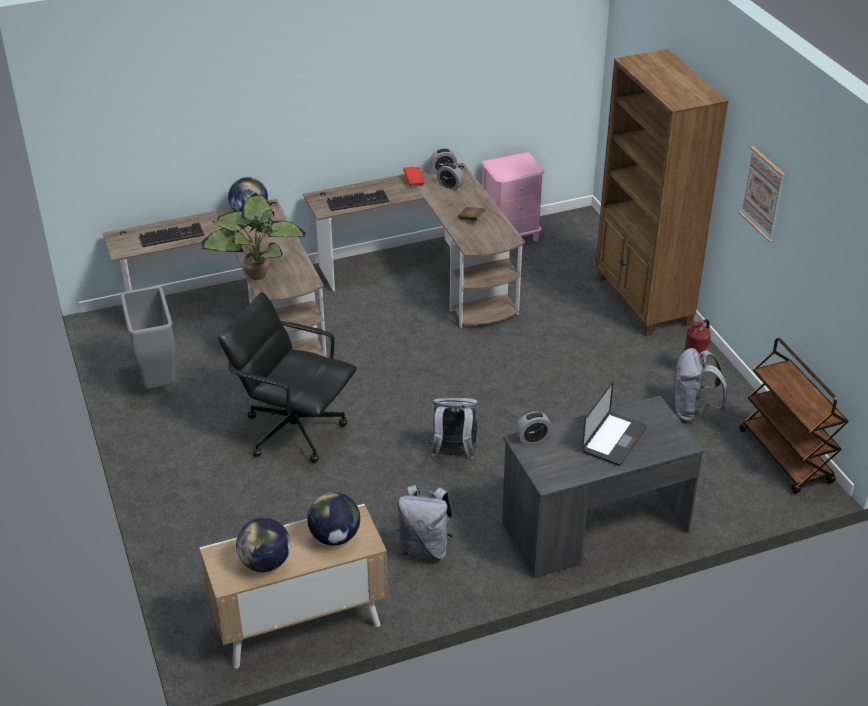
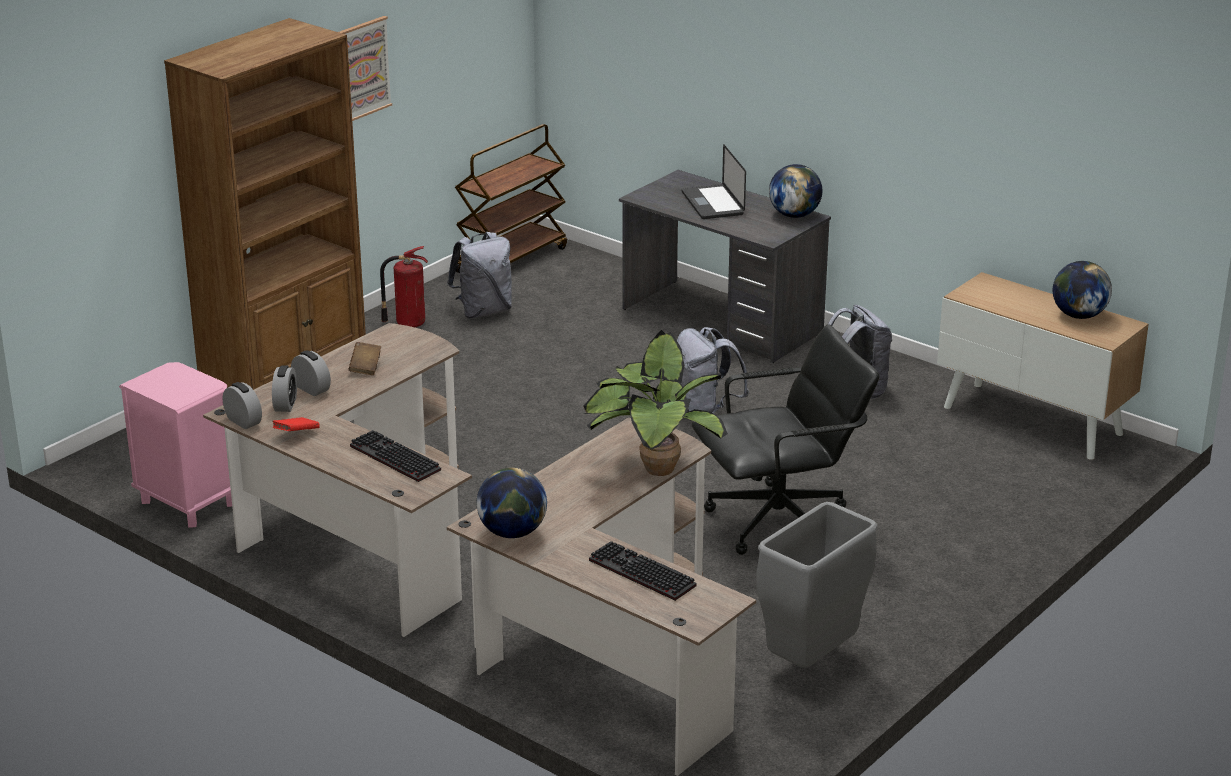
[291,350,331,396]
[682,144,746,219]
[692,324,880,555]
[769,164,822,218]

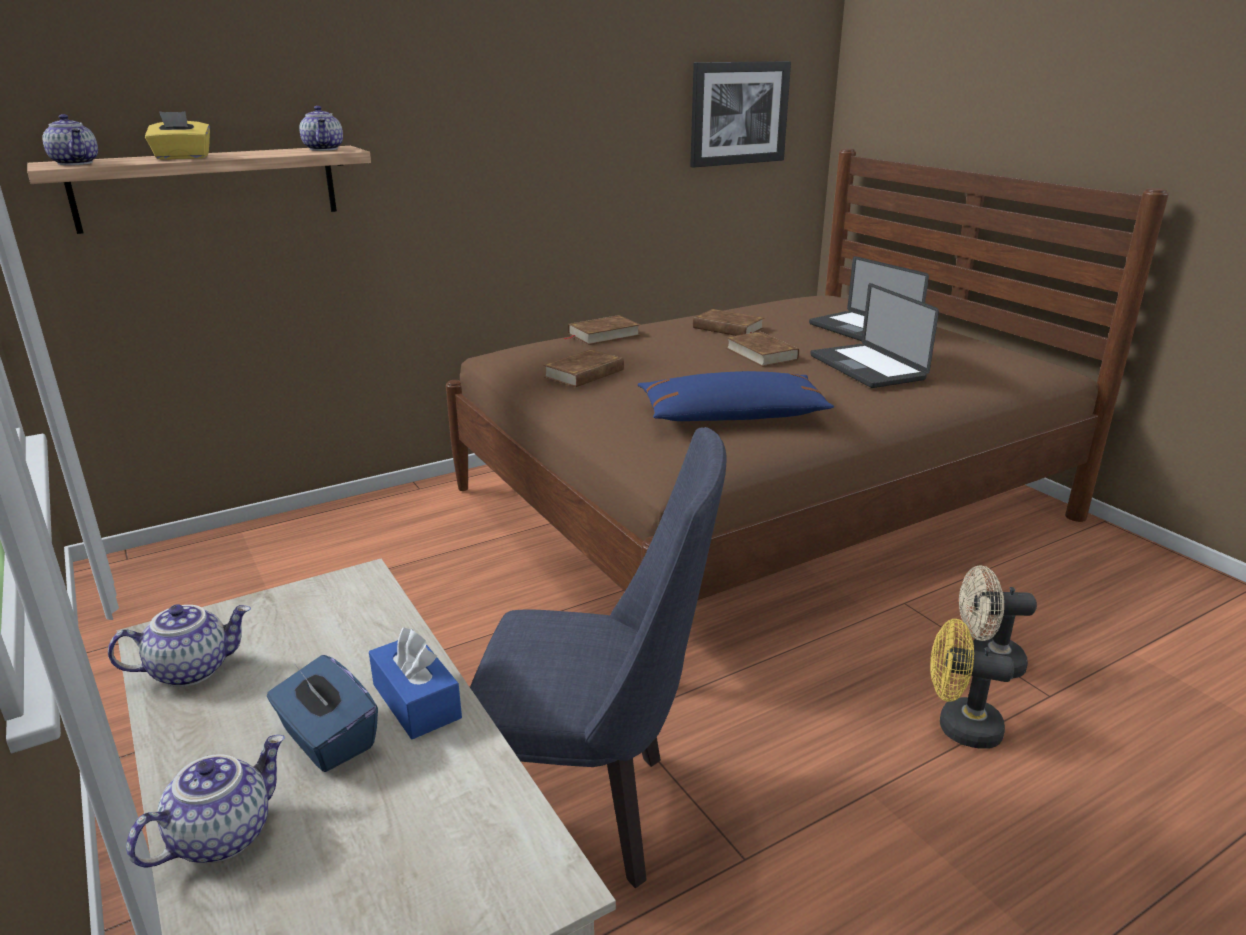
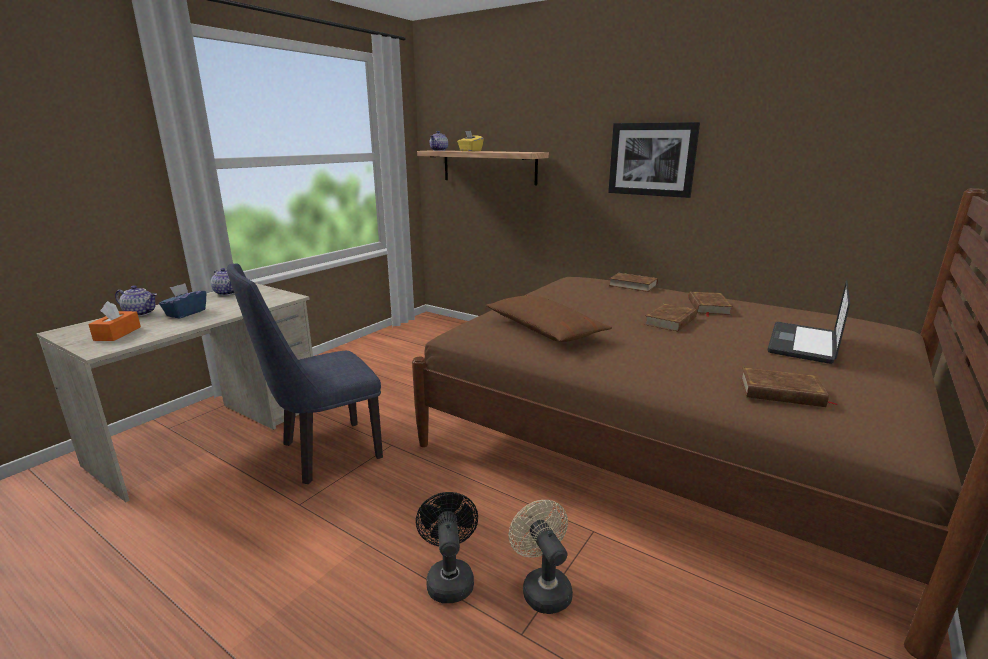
[88,301,141,341]
[227,263,383,484]
[416,492,478,603]
[486,295,612,342]
[608,122,700,198]
[740,367,838,407]
[299,106,343,151] (first image)
[369,627,462,739] (first image)
[810,283,939,388] (first image)

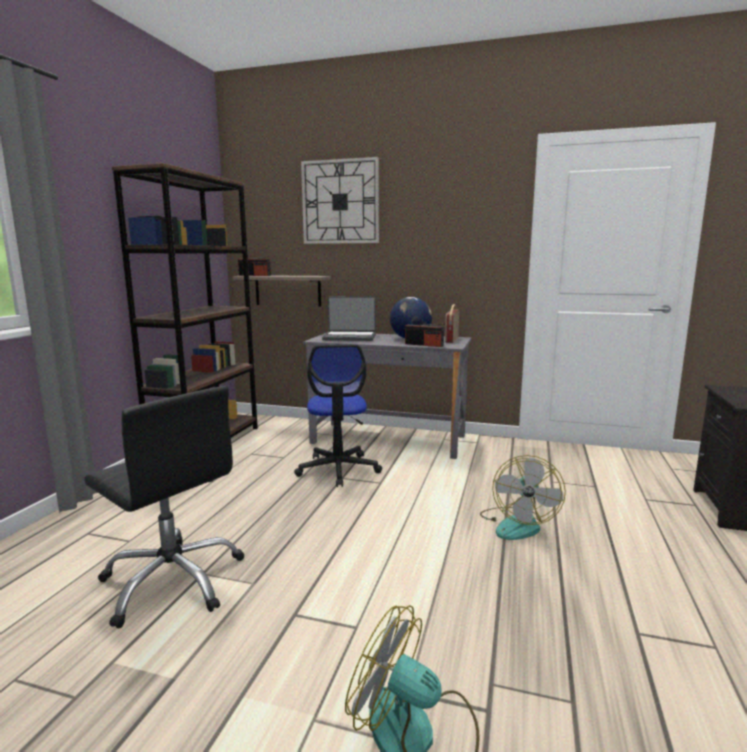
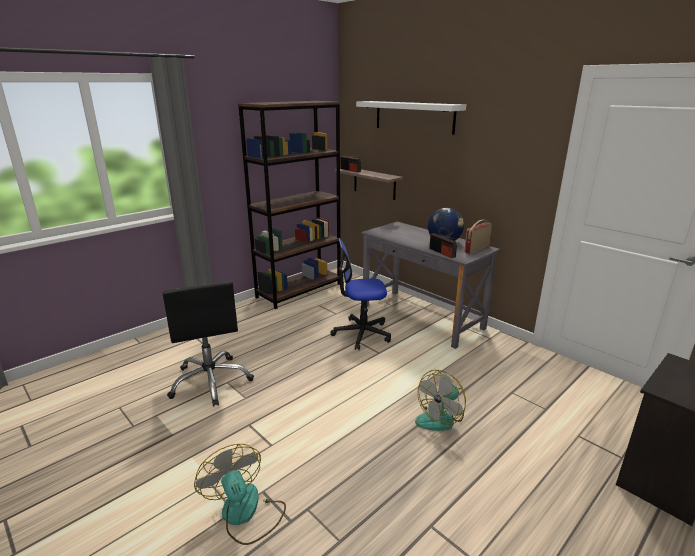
[330,238,391,350]
[356,101,466,135]
[322,296,376,341] (first image)

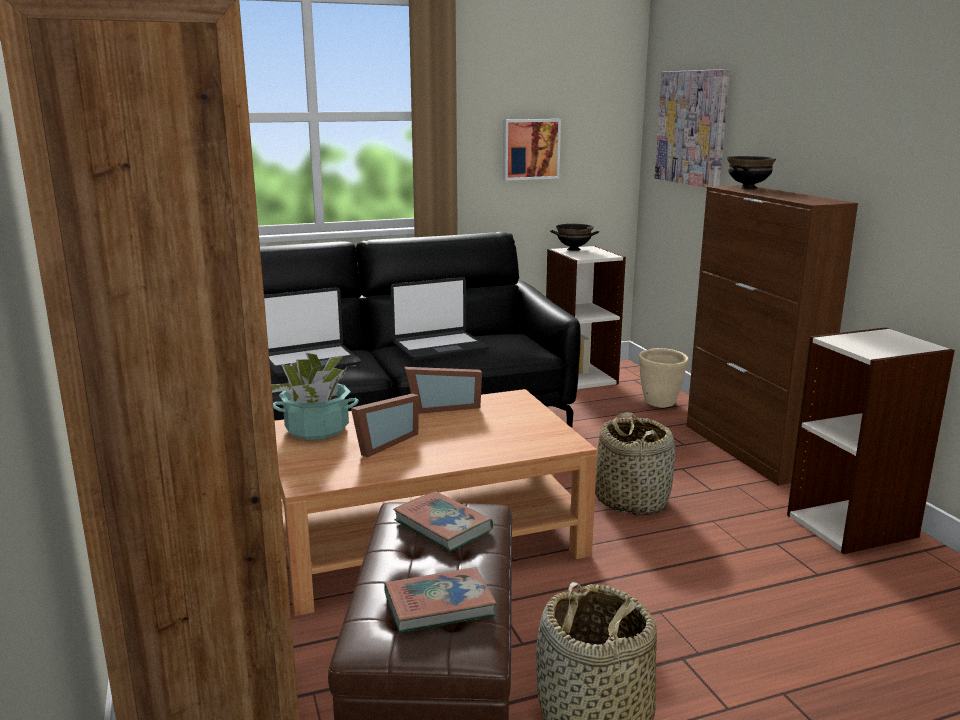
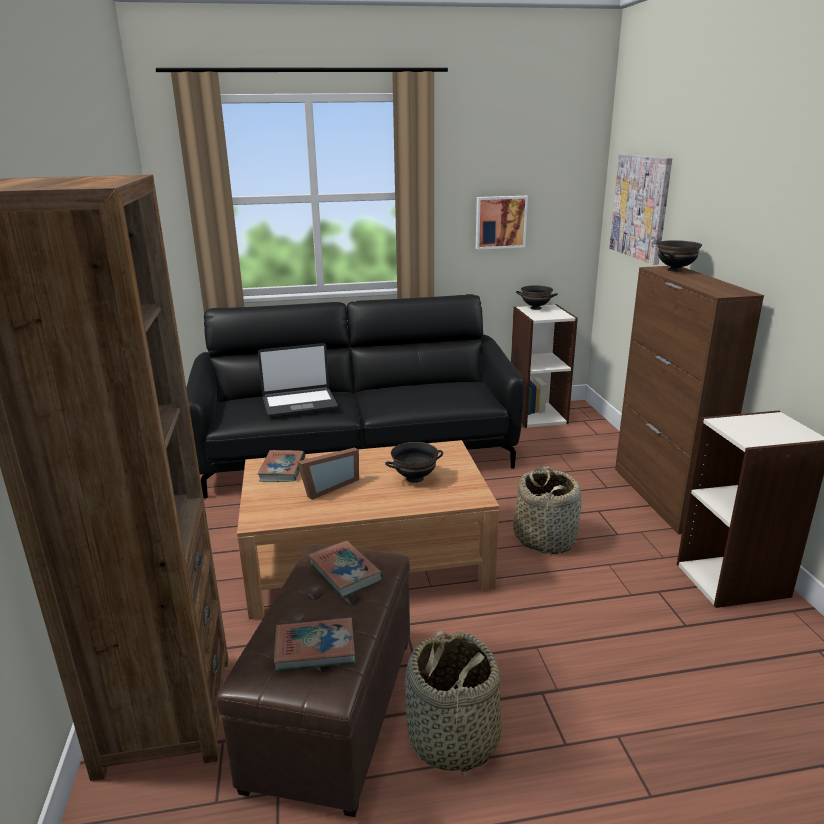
[258,450,305,482]
[385,442,443,483]
[391,277,489,360] (first image)
[404,367,482,414] (first image)
[639,348,689,408] (first image)

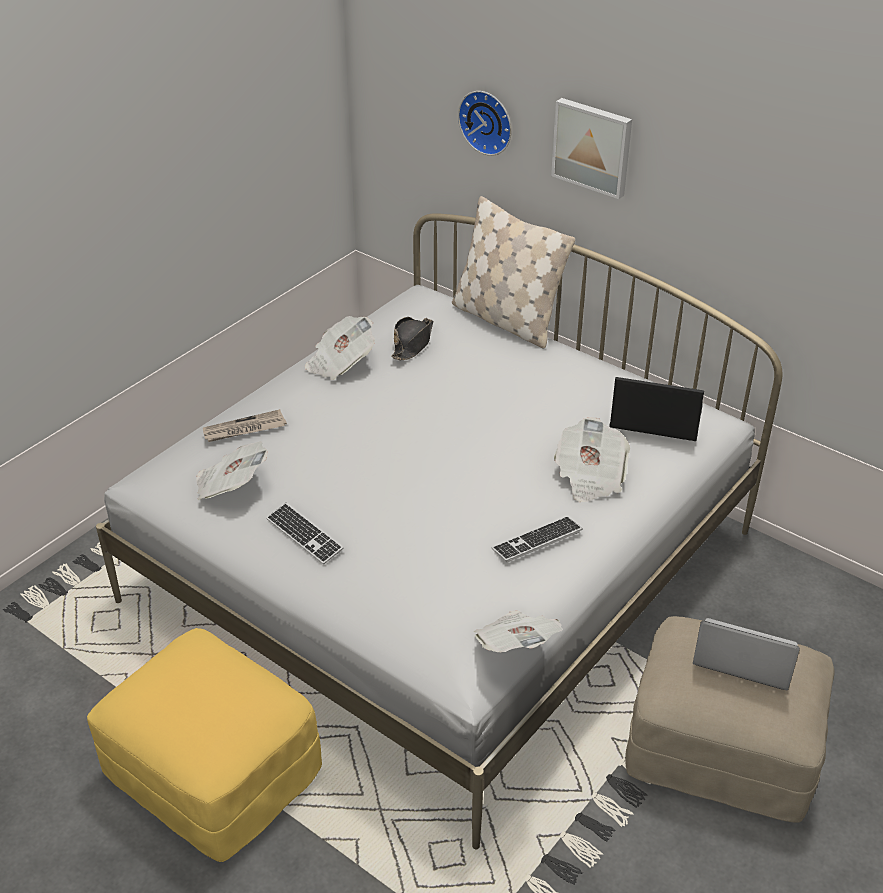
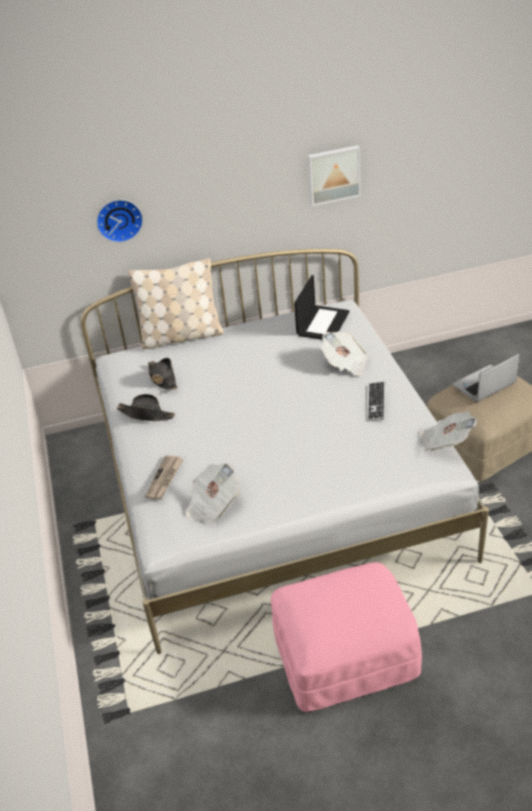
[117,394,175,421]
[271,562,422,712]
[294,275,350,340]
[308,145,361,206]
[266,503,344,565] (first image)

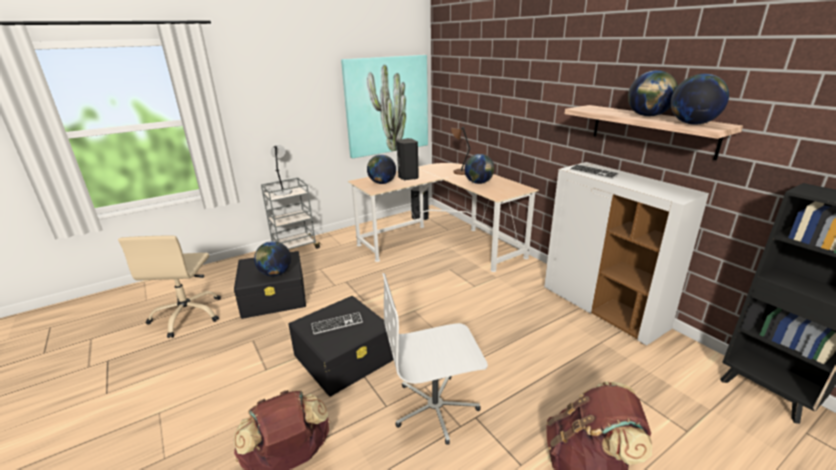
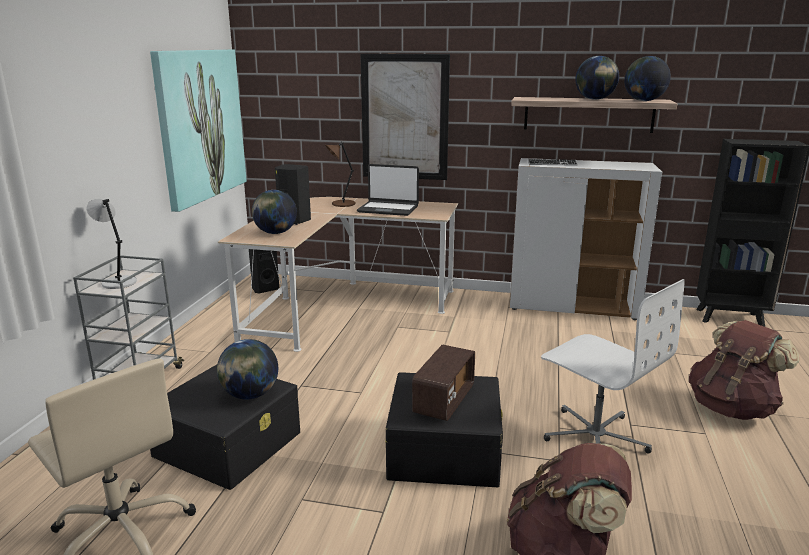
[357,164,419,216]
[360,54,450,180]
[412,344,475,421]
[541,279,685,453]

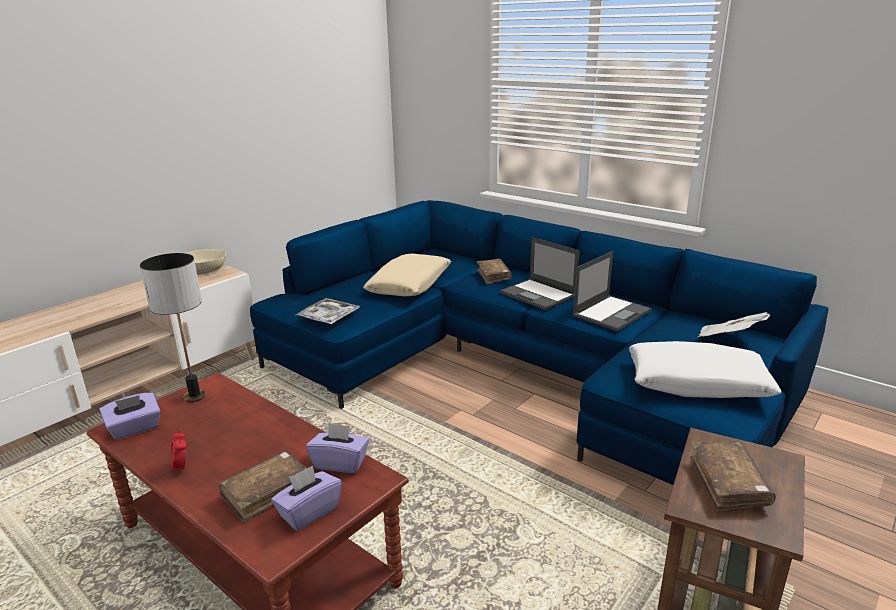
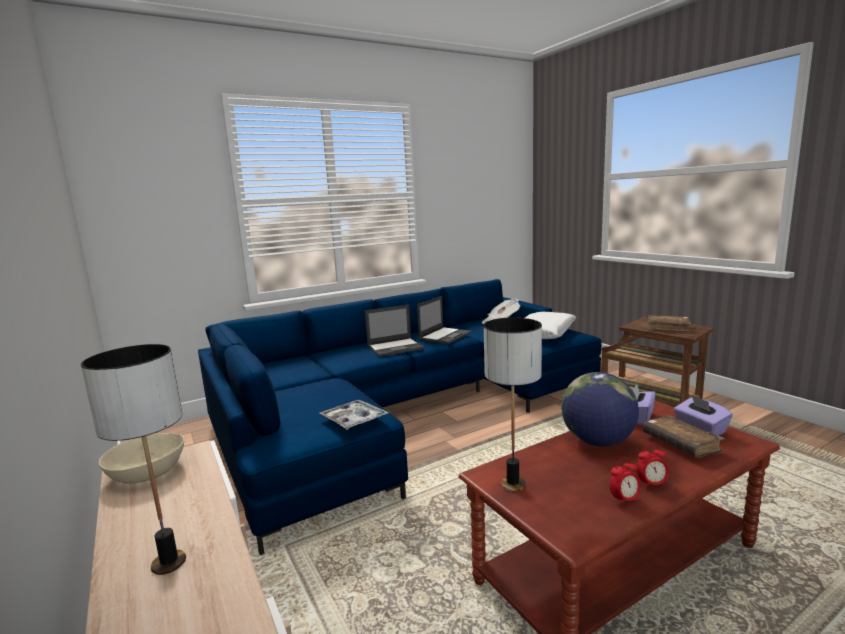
[81,344,186,575]
[417,296,471,344]
[561,372,639,447]
[610,457,641,506]
[100,393,160,440] (first image)
[363,254,451,296] (first image)
[477,259,512,284] (first image)

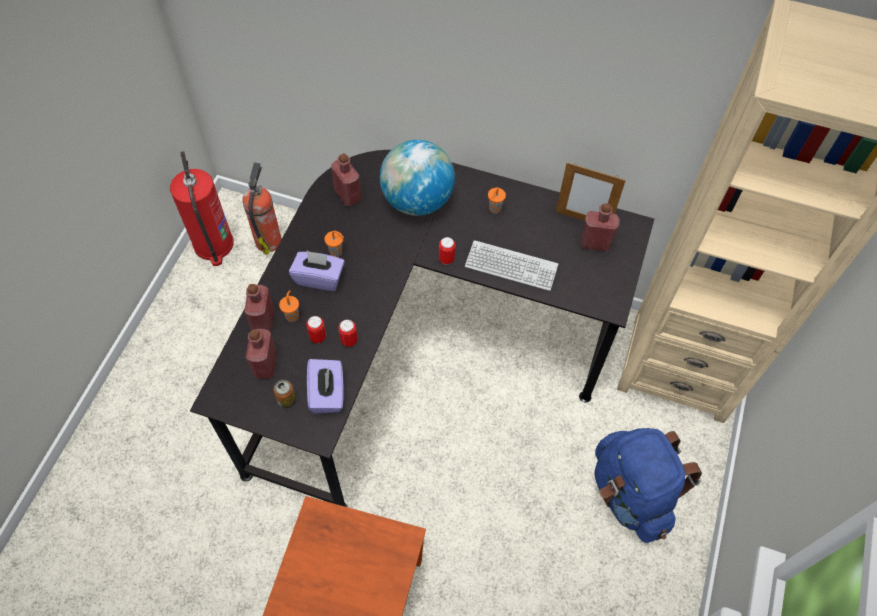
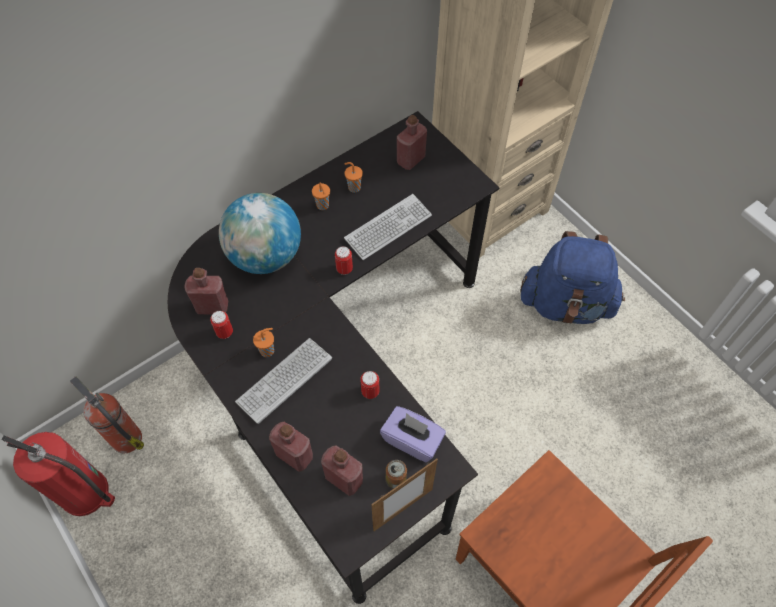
[210,311,233,339]
[235,338,332,424]
[345,162,363,193]
[371,459,438,531]

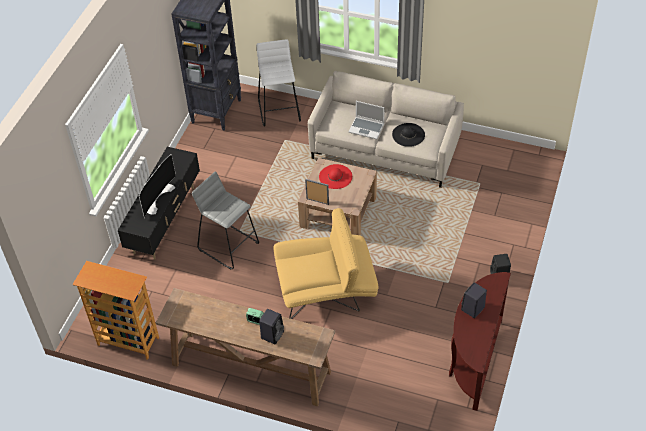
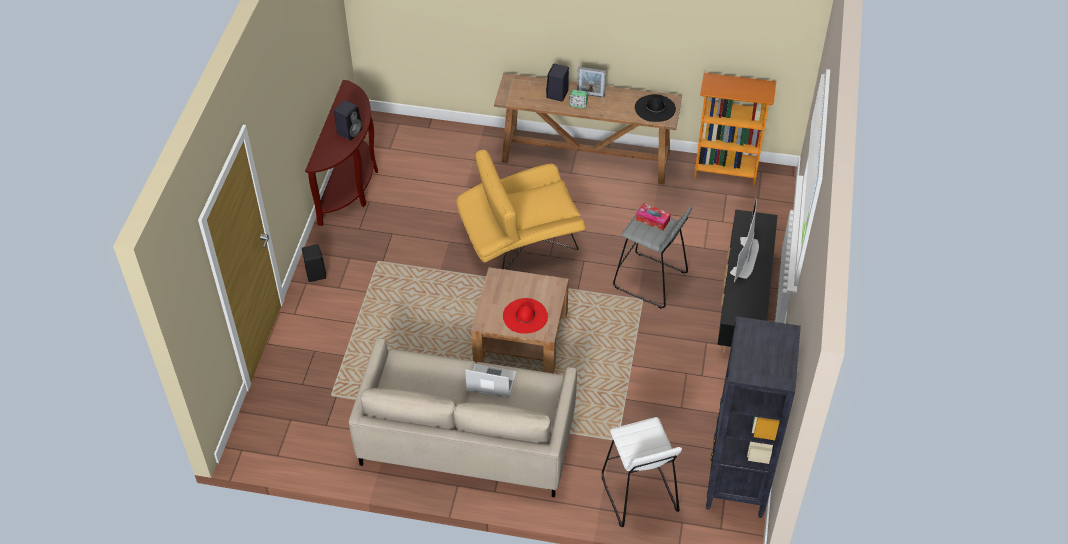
[577,67,606,98]
[635,94,676,122]
[636,203,671,231]

